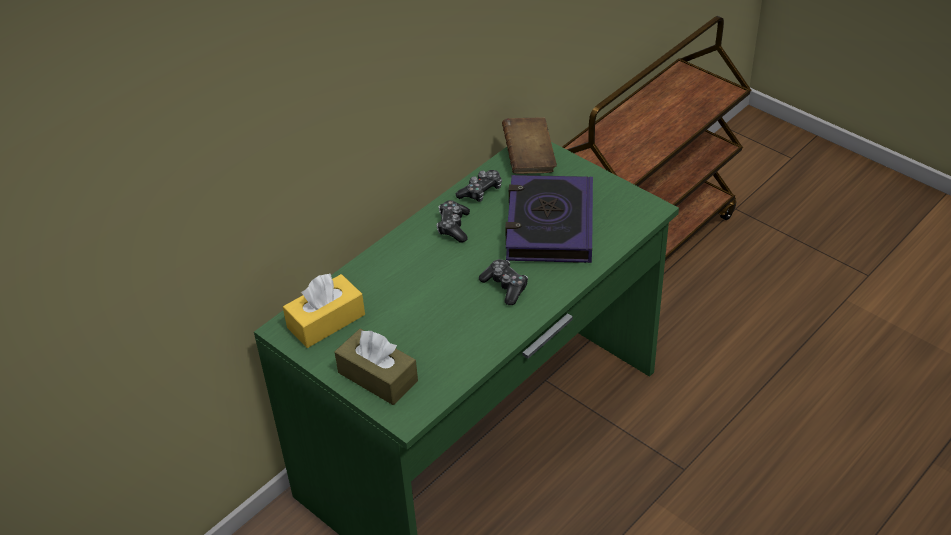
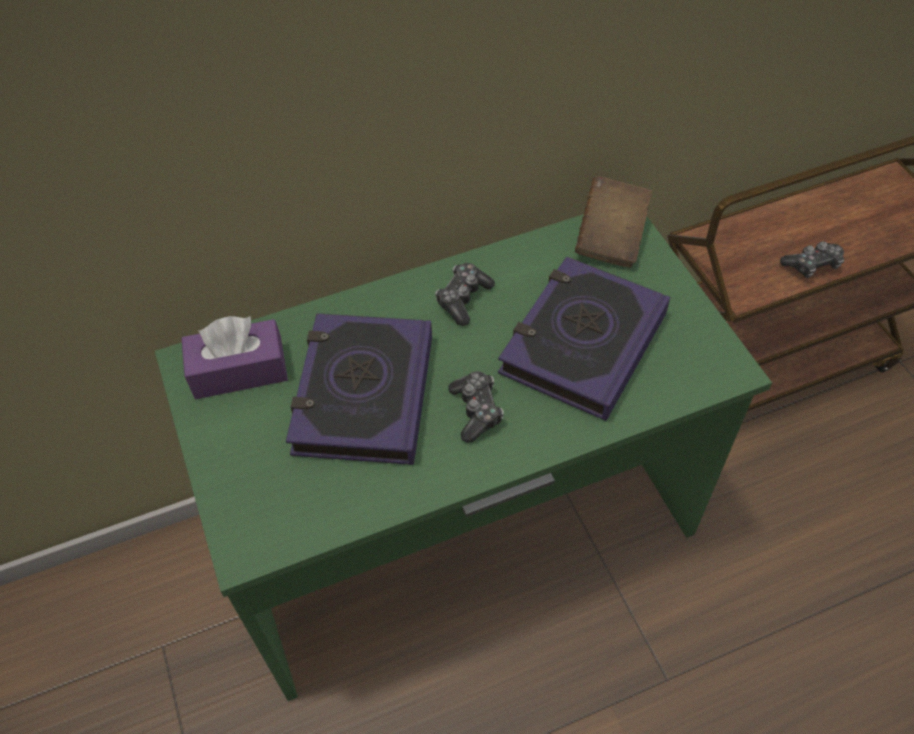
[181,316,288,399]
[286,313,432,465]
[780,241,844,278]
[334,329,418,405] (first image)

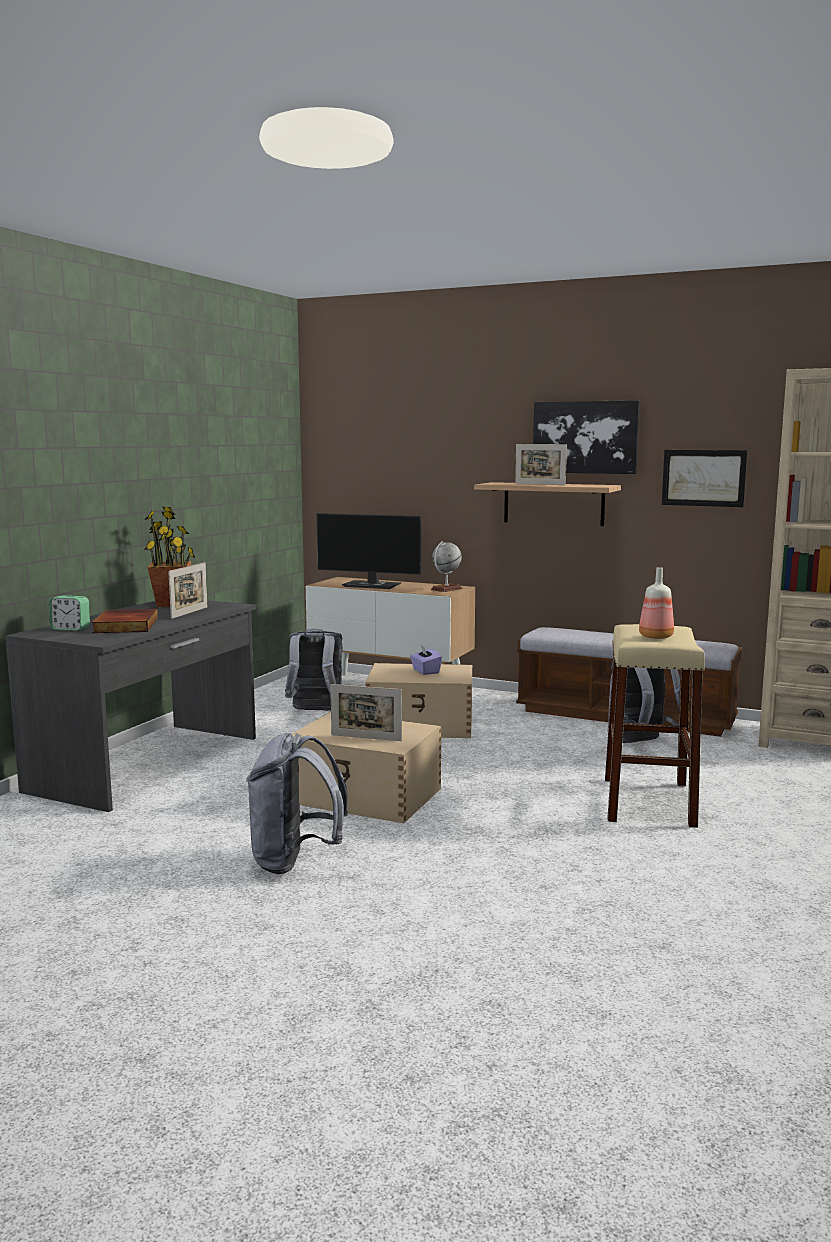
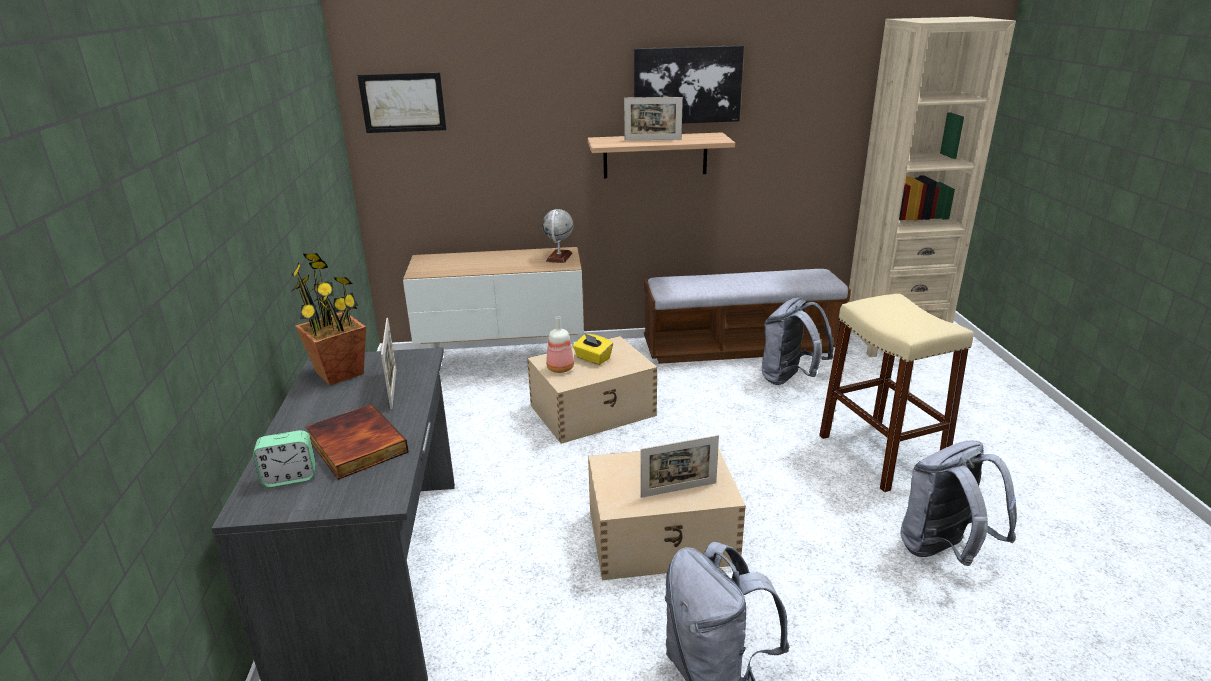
[357,72,446,133]
[546,316,574,373]
[573,333,613,365]
[901,440,1017,566]
[316,513,421,589] (first image)

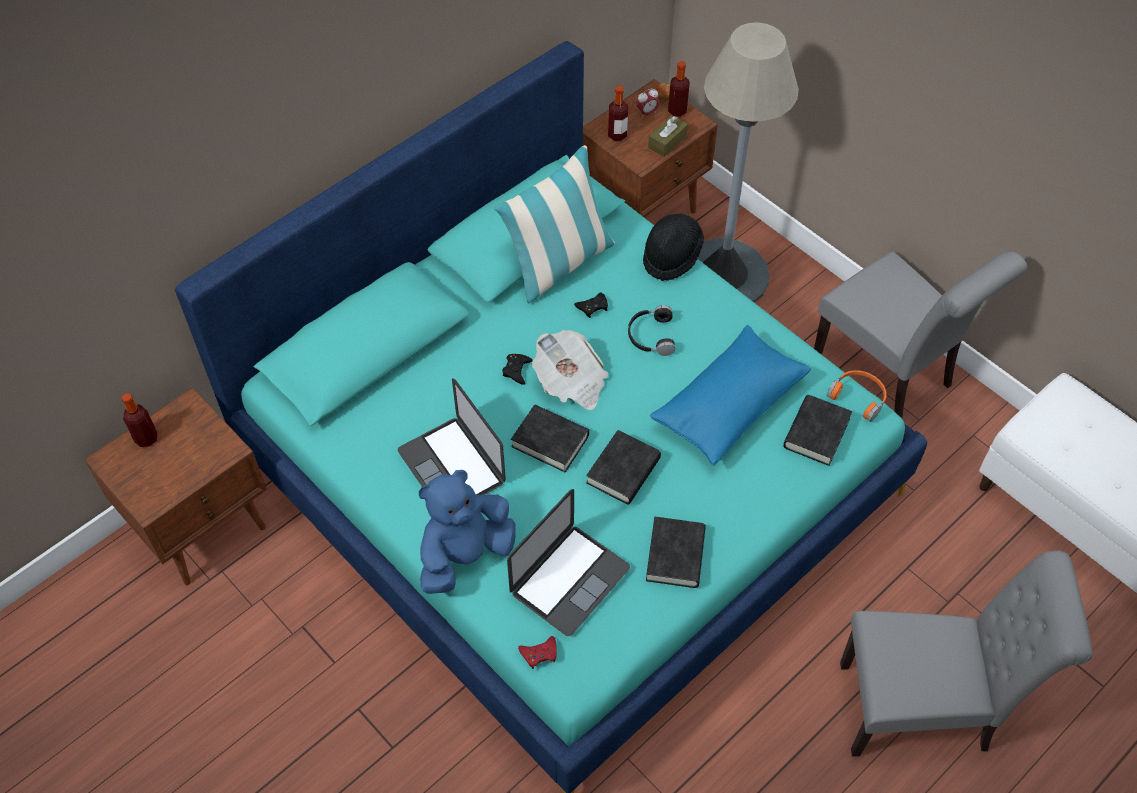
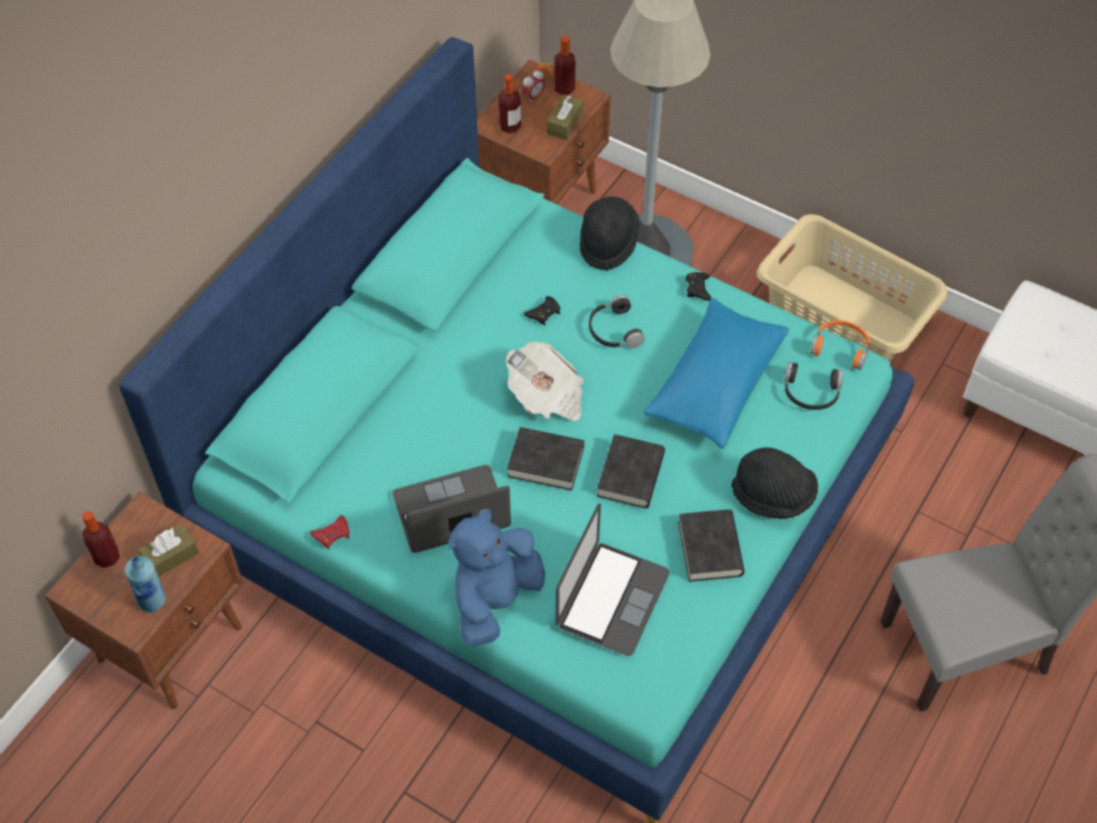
[125,556,166,613]
[138,524,199,577]
[310,515,349,549]
[393,465,511,553]
[686,272,711,301]
[731,447,818,519]
[757,214,948,362]
[784,362,843,410]
[494,145,615,303] (first image)

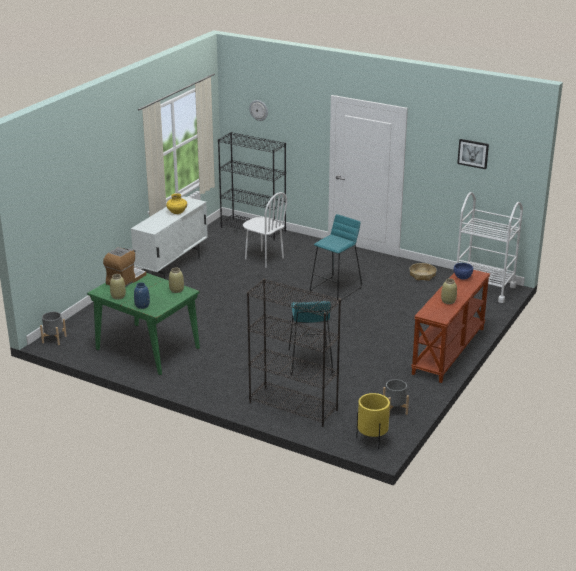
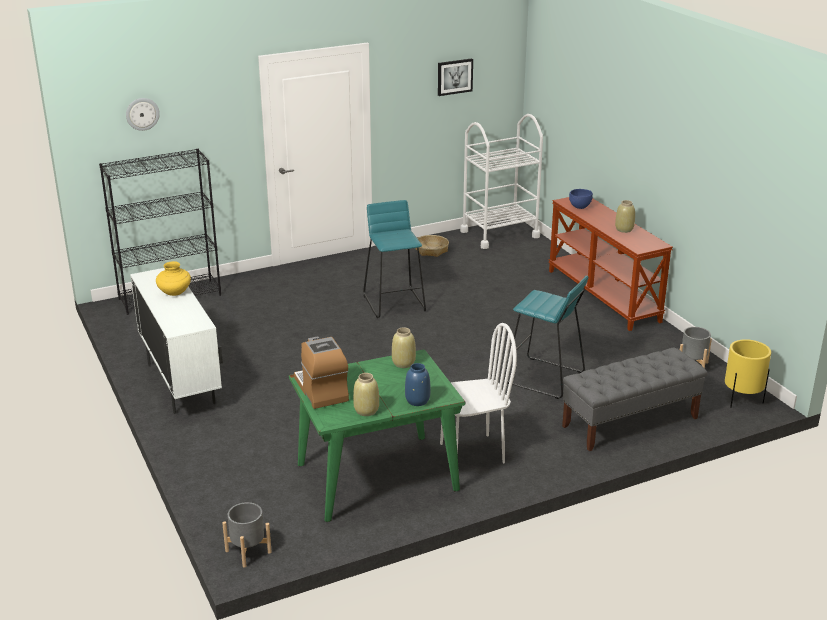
[440,323,517,463]
[562,348,707,451]

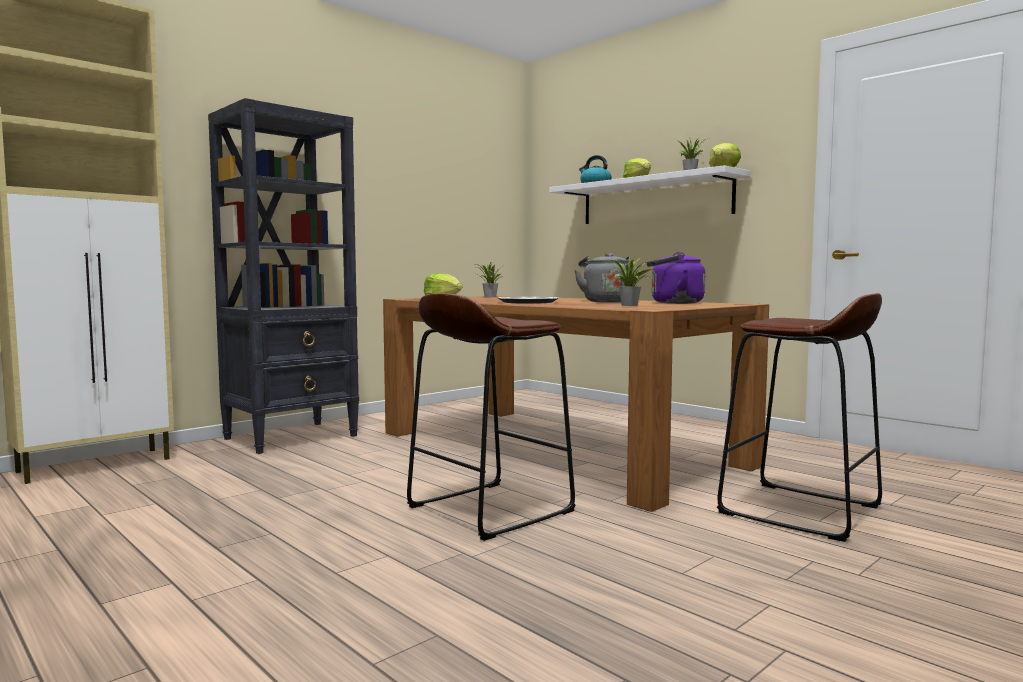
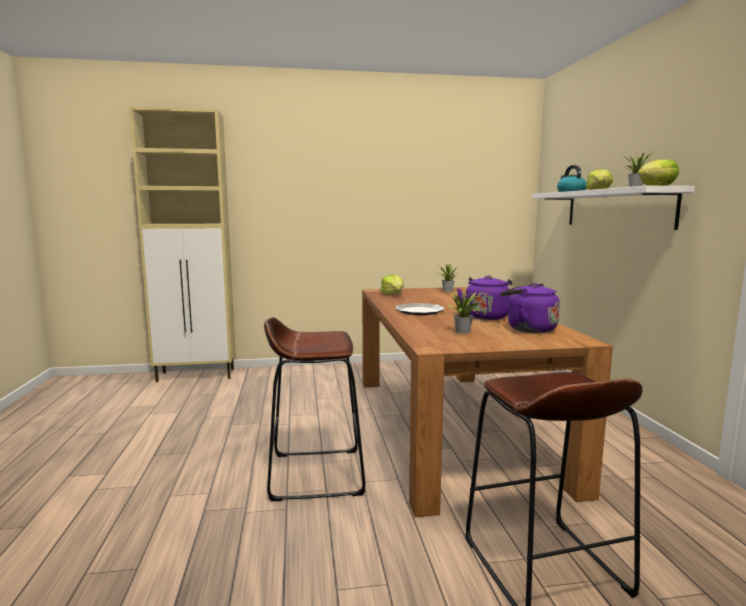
[457,275,512,320]
[208,98,359,454] (first image)

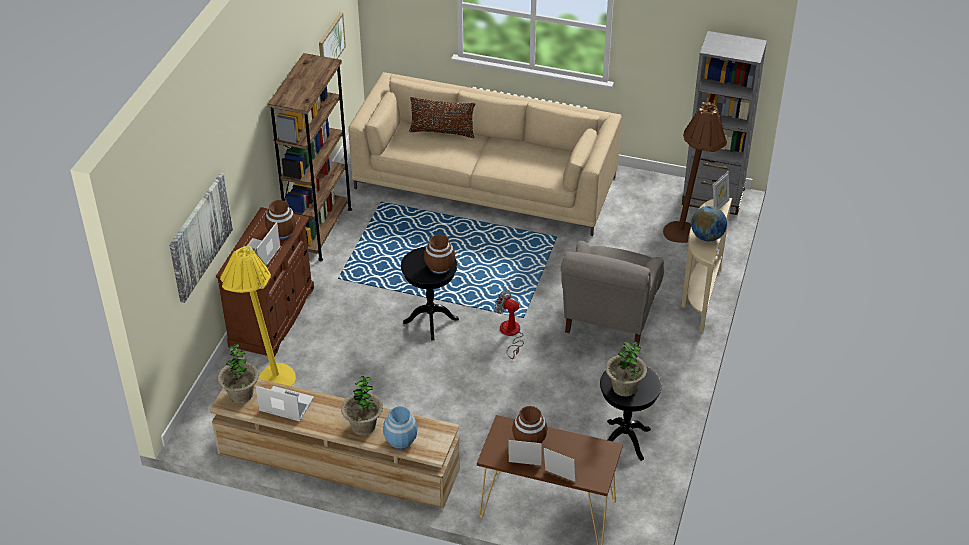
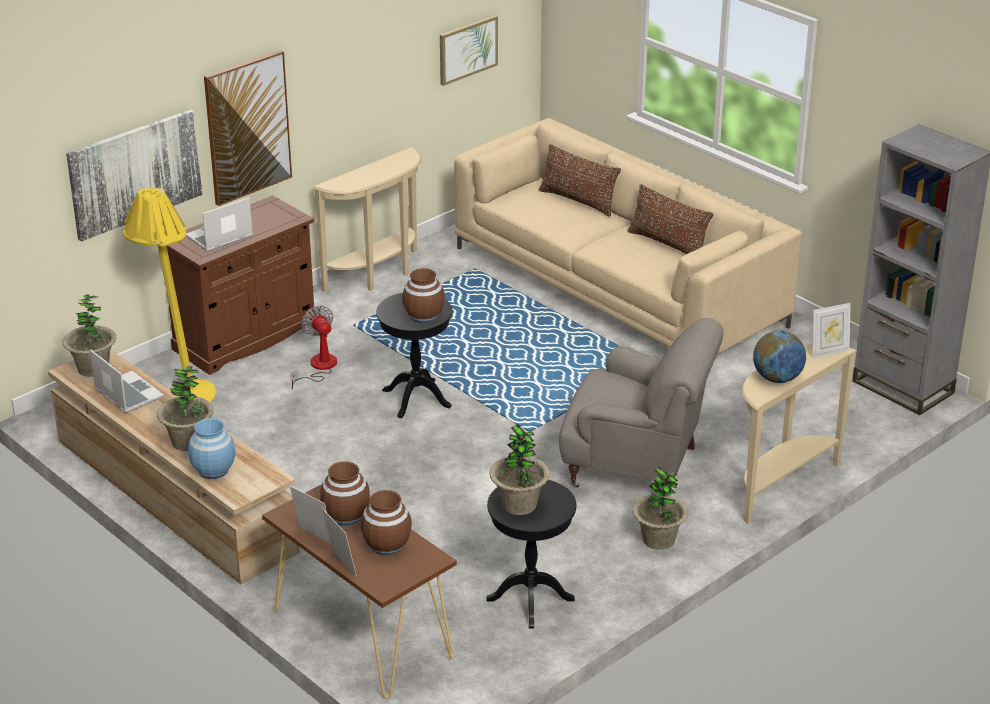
[204,50,292,206]
[290,305,337,389]
[313,147,422,292]
[361,490,412,556]
[559,318,723,496]
[628,184,714,254]
[633,467,688,550]
[663,102,727,243] (first image)

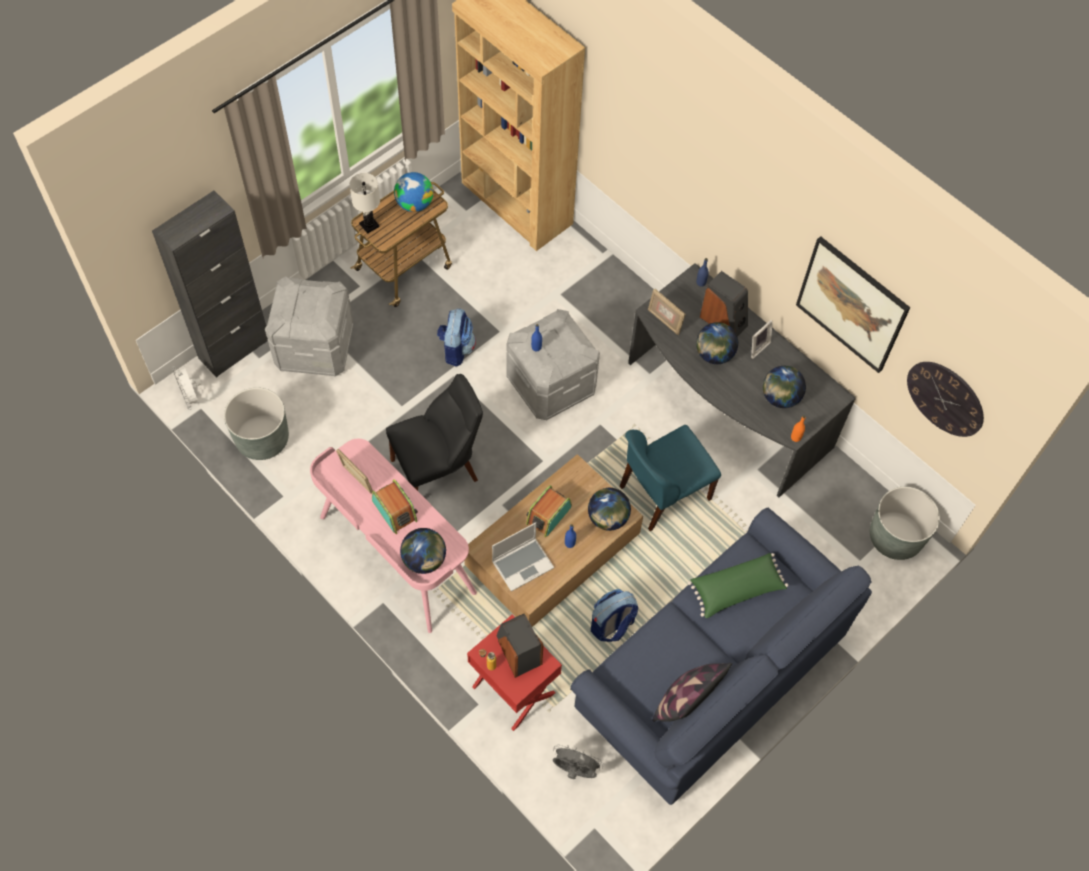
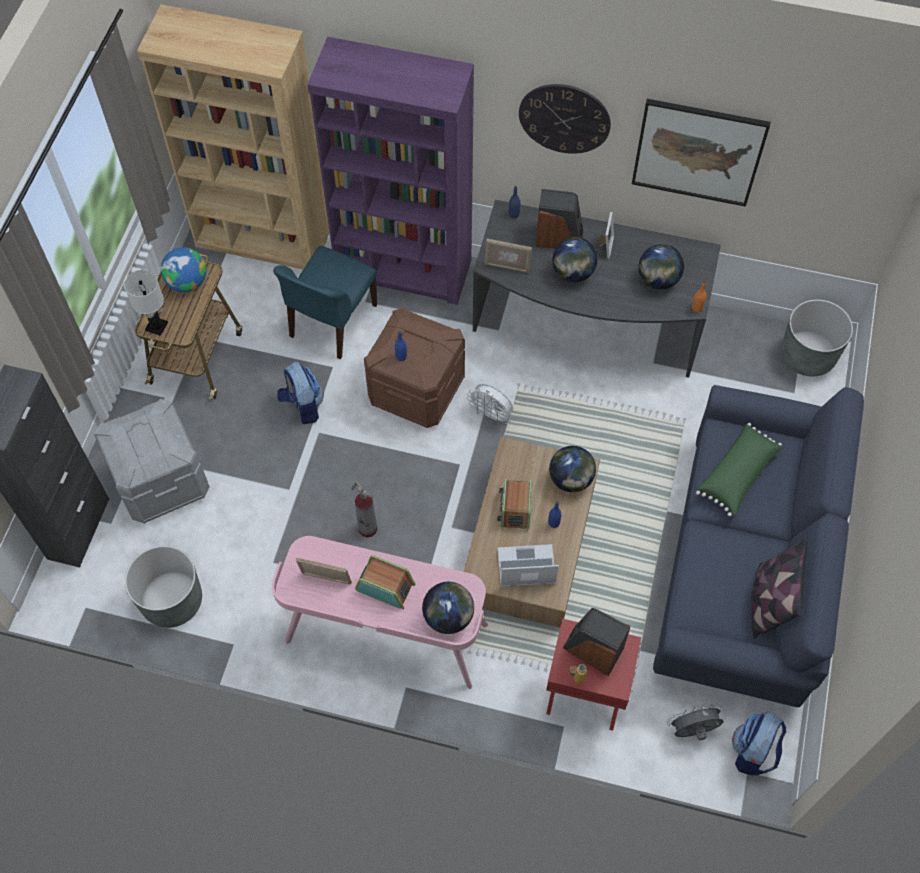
[273,246,377,359]
[308,37,474,305]
[351,480,377,537]
[364,307,465,428]
[467,384,513,425]
[497,544,559,587]
[519,84,611,154]
[732,712,786,776]

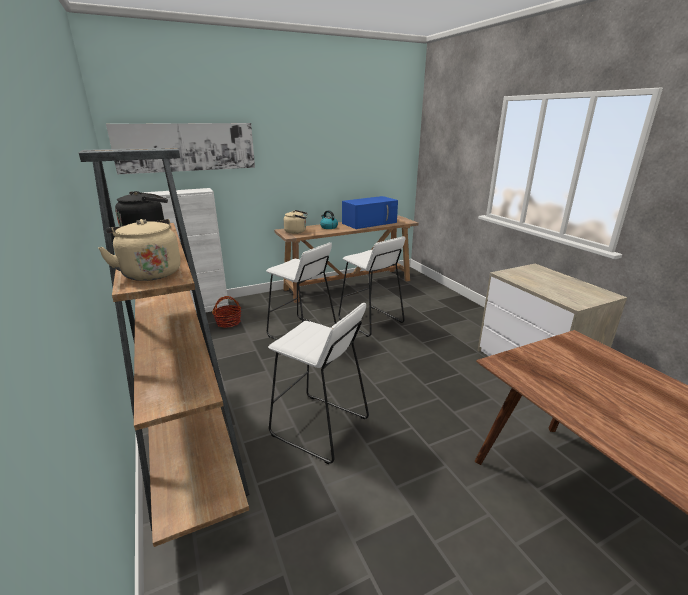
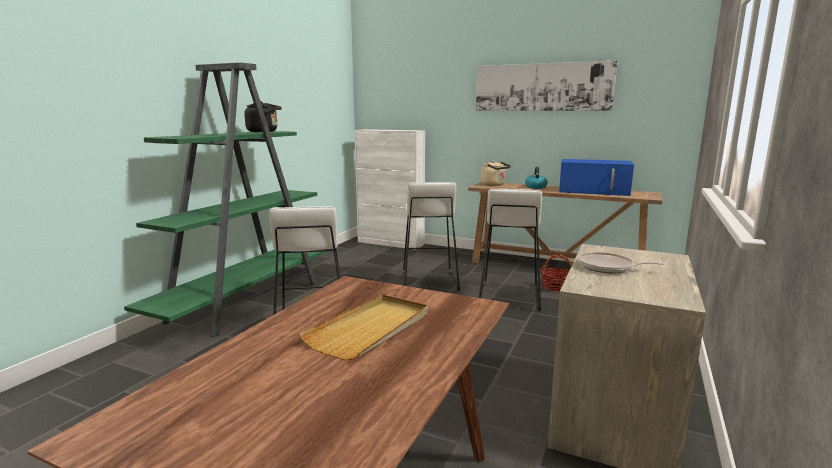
[124,62,327,338]
[299,294,428,361]
[476,61,617,111]
[540,254,572,292]
[578,252,665,273]
[98,219,181,281] (first image)

